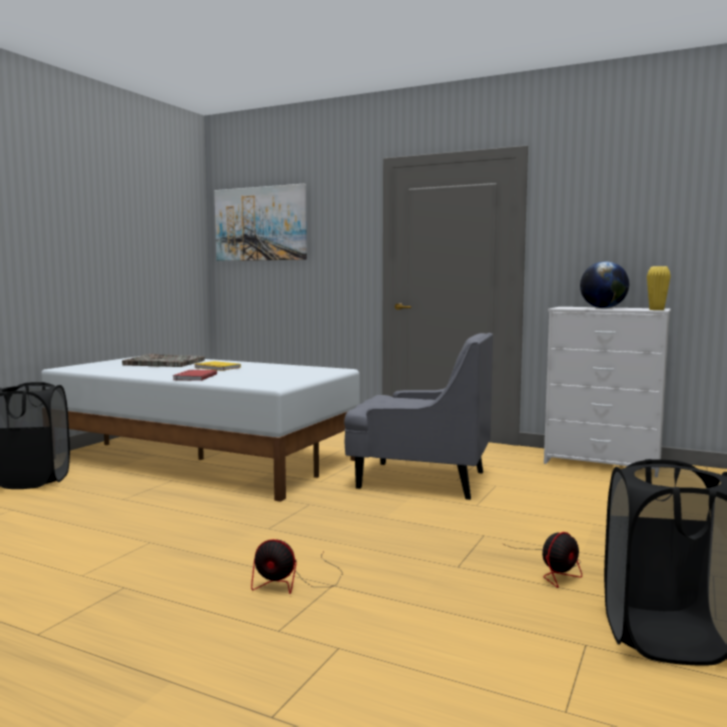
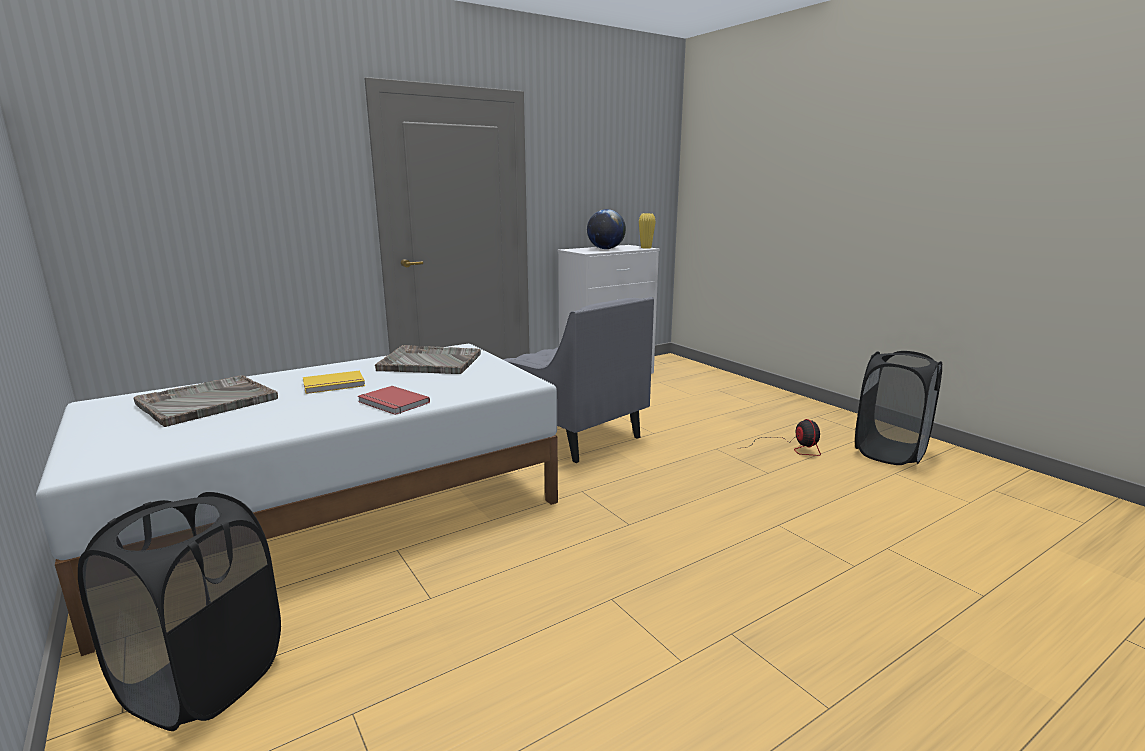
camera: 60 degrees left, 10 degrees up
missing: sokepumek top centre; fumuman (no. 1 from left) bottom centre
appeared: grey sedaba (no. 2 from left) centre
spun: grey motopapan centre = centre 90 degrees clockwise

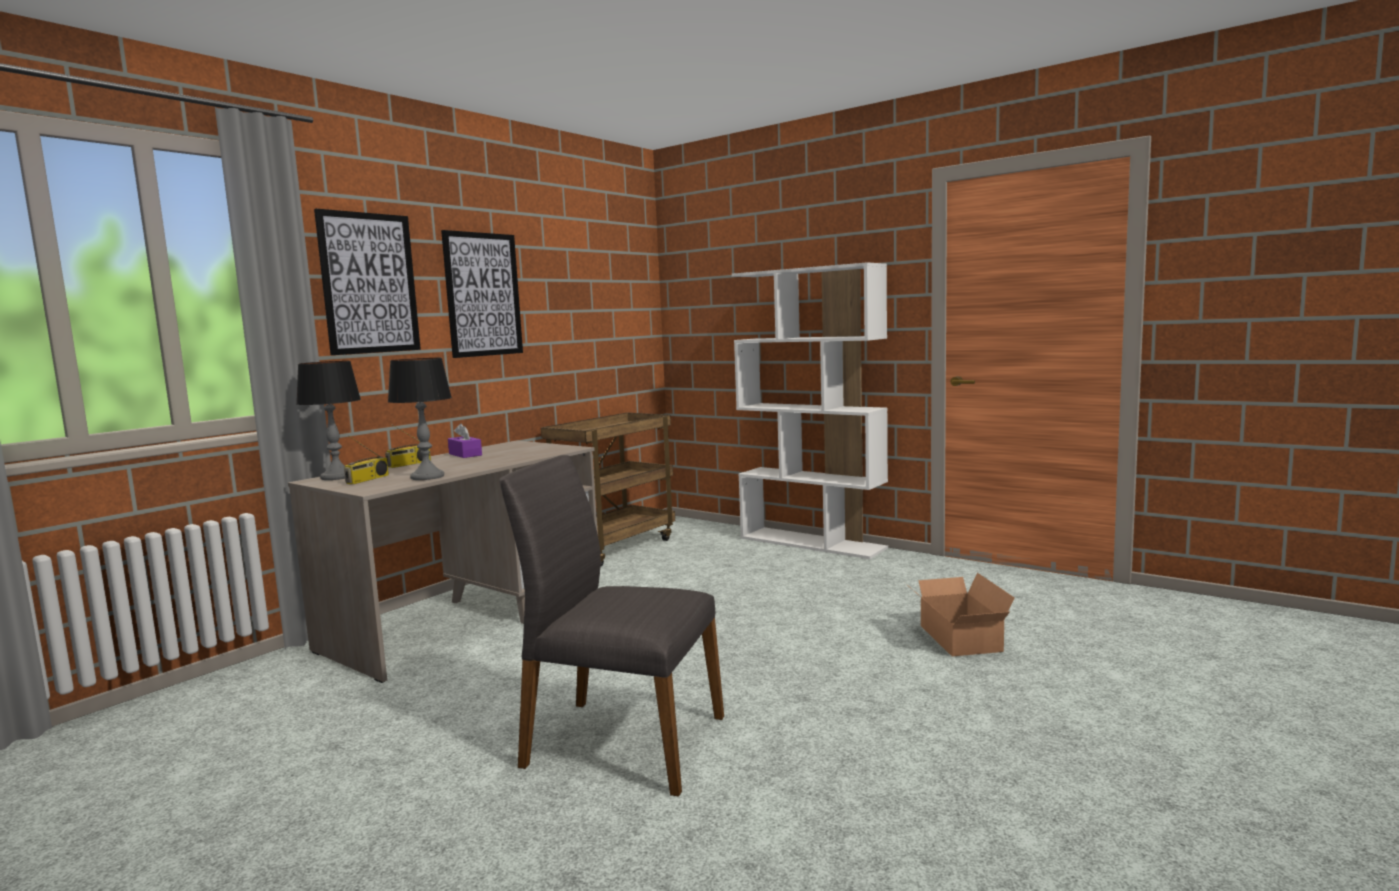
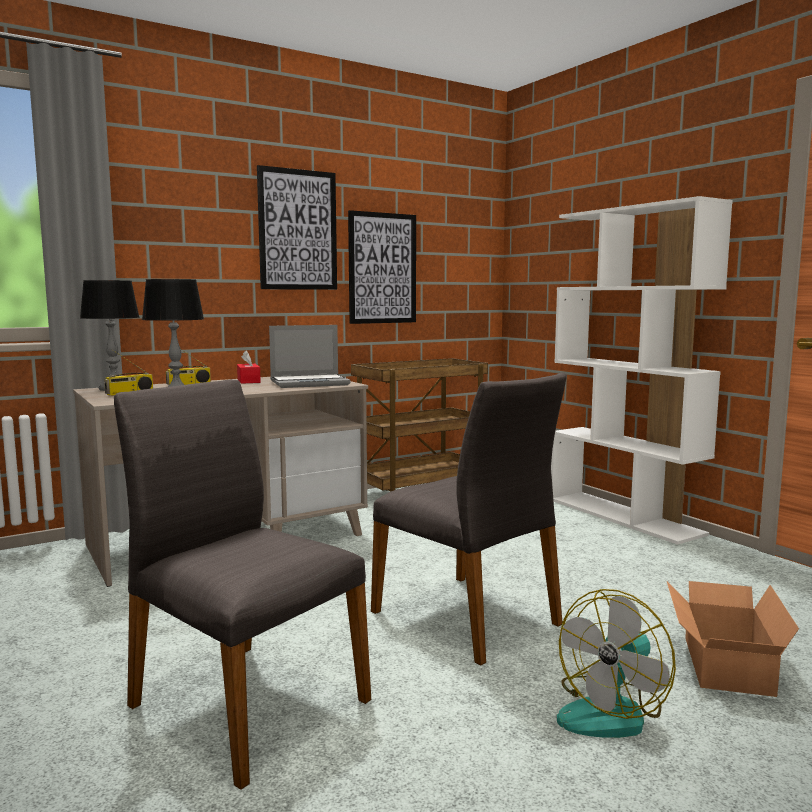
camera: 20 degrees right, 0 degrees up
appeared: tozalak centre; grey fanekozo (no. 2 from left) centre; fumuman bottom right
relocated: sokepumek (no. 1 from left in the first image) top left to sokepumek (no. 2 from left) top centre
colour: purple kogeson middle left to red kogeson middle left

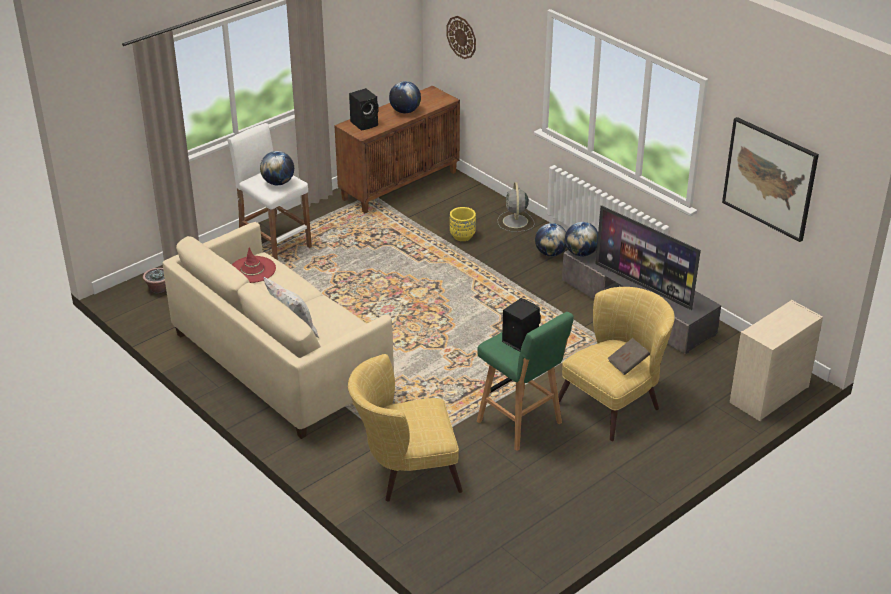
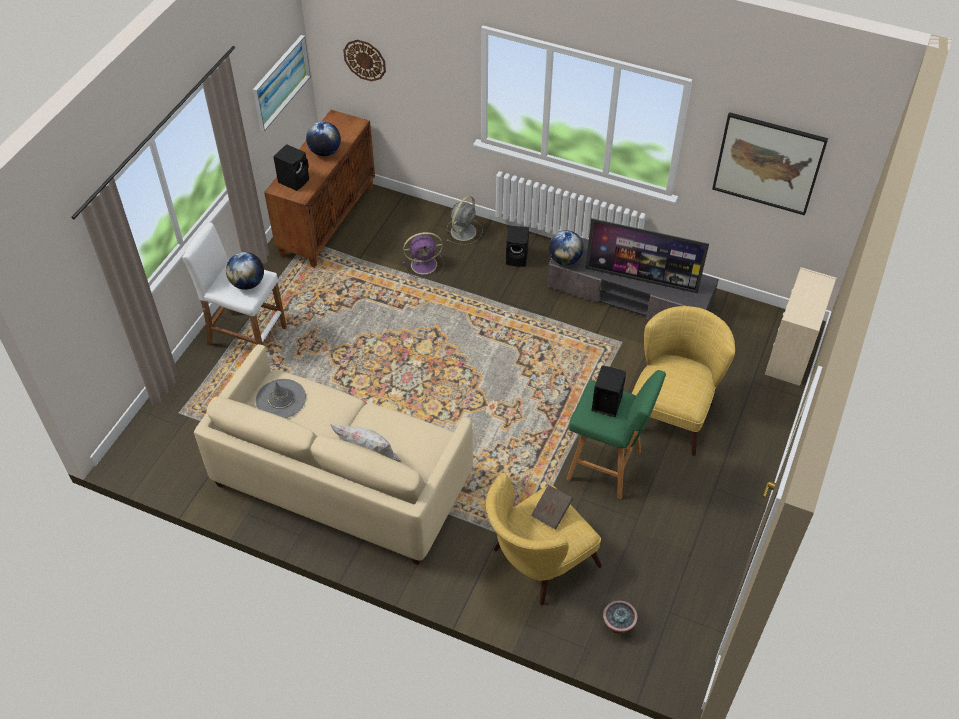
camera: 25 degrees left, 15 degrees up
appeared: sokepumek (no. 1 from left) top left
relocated: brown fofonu middle right to bottom centre; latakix middle left to bottom centre
exchanged: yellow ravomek centre to purple fumuman centre; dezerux (no. 3 from left) centre to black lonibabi (no. 2 from left) centre
colour: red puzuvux middle left to grey puzuvux middle left
spun: grey fumuman centre = top centre 120 degrees counterclockwise

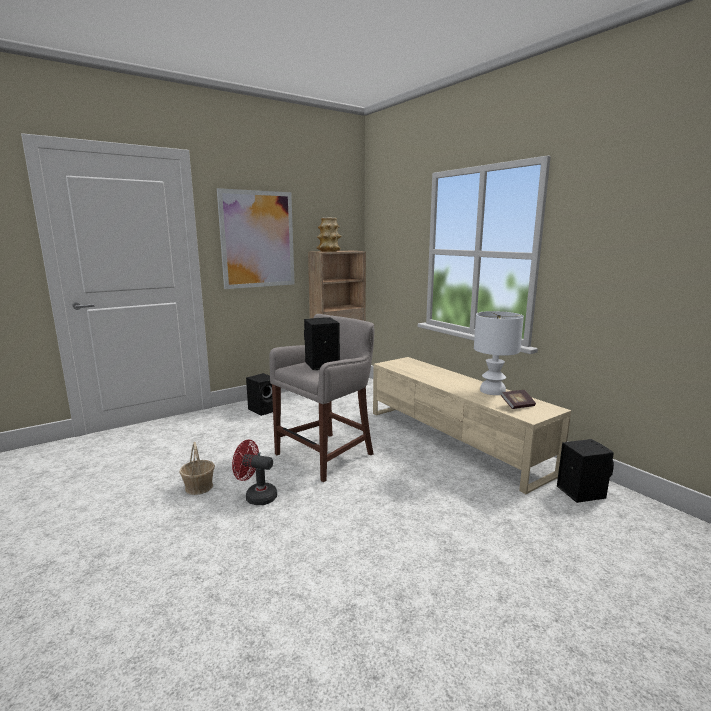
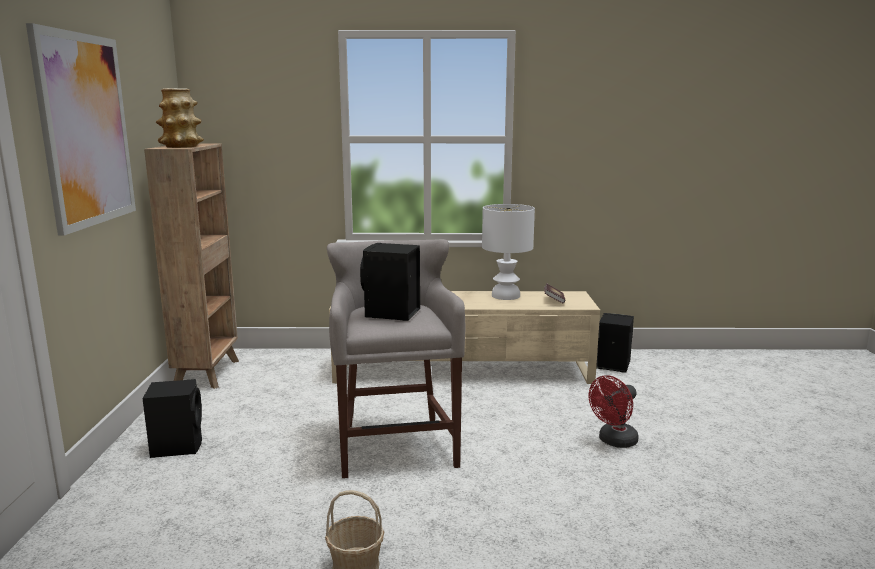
camera: 55 degrees left, 0 degrees up
relocated: red fumuman centre to bottom right

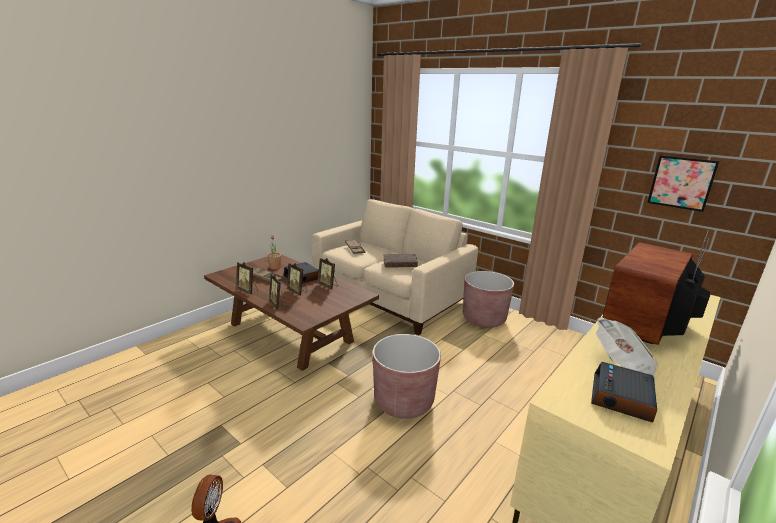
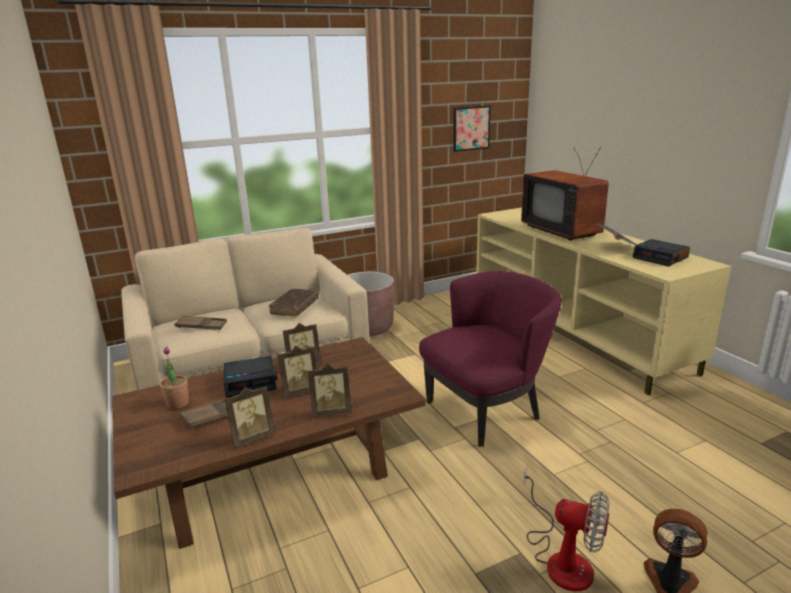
camera: 65 degrees left, 0 degrees up
appeared: fumuman (no. 1 from left) bottom right
exchanged: brown ravomek (no. 1 from left) bottom centre to purple motopapan centre

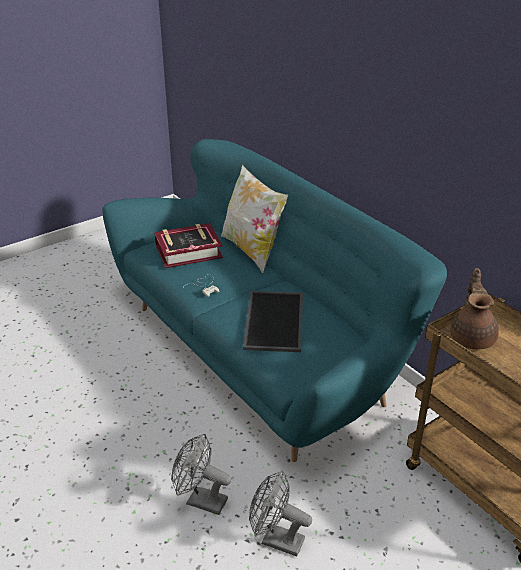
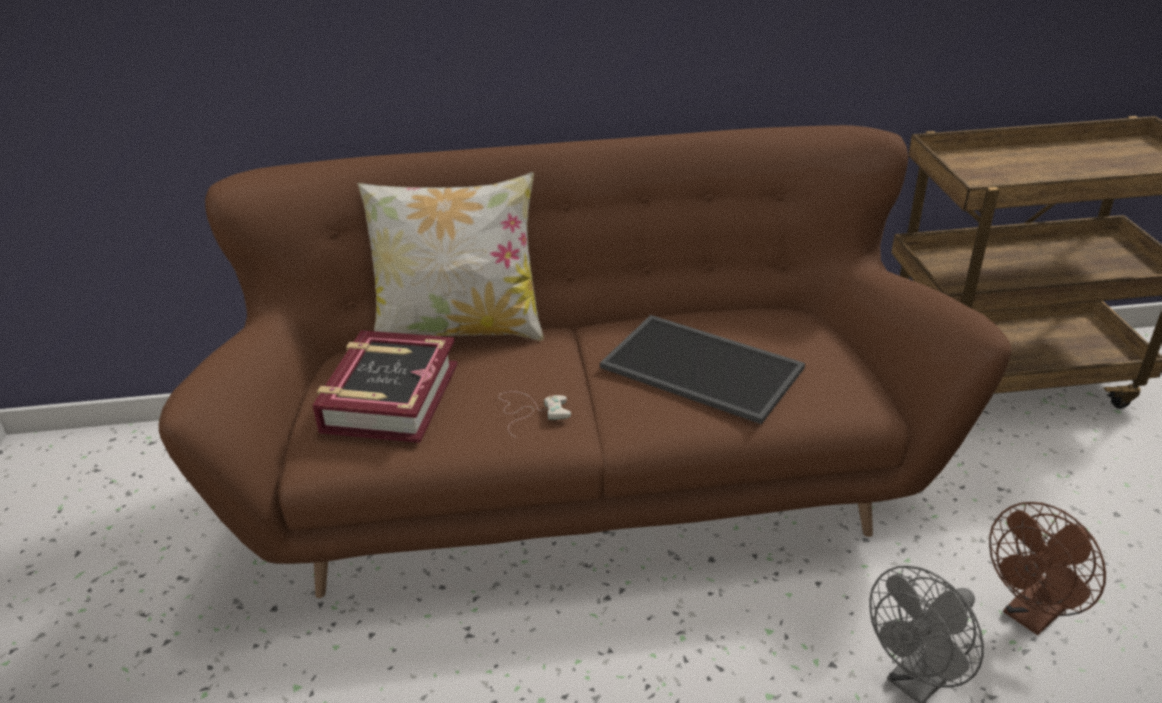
camera: 60 degrees left, 0 degrees up
missing: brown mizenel middle right
colour: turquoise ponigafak centre to brown ponigafak centre; grey fumuman (no. 2 from left) bottom centre to brown fumuman bottom right

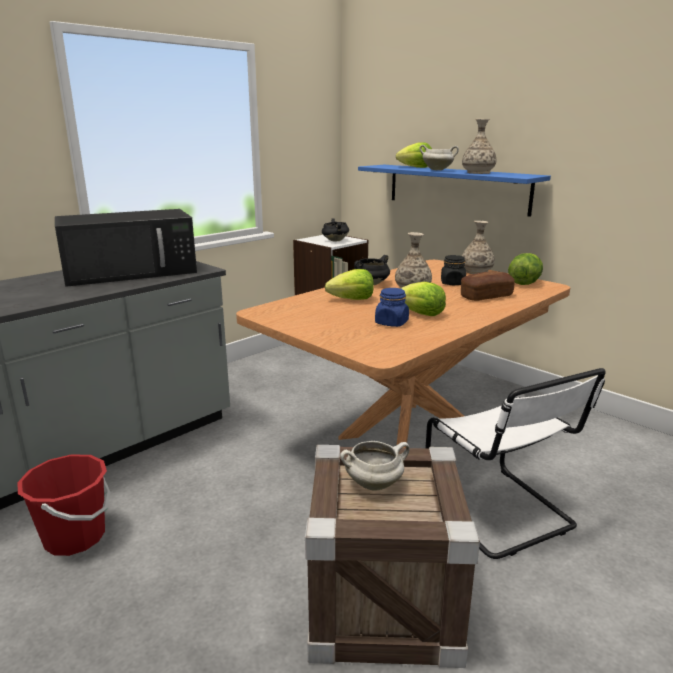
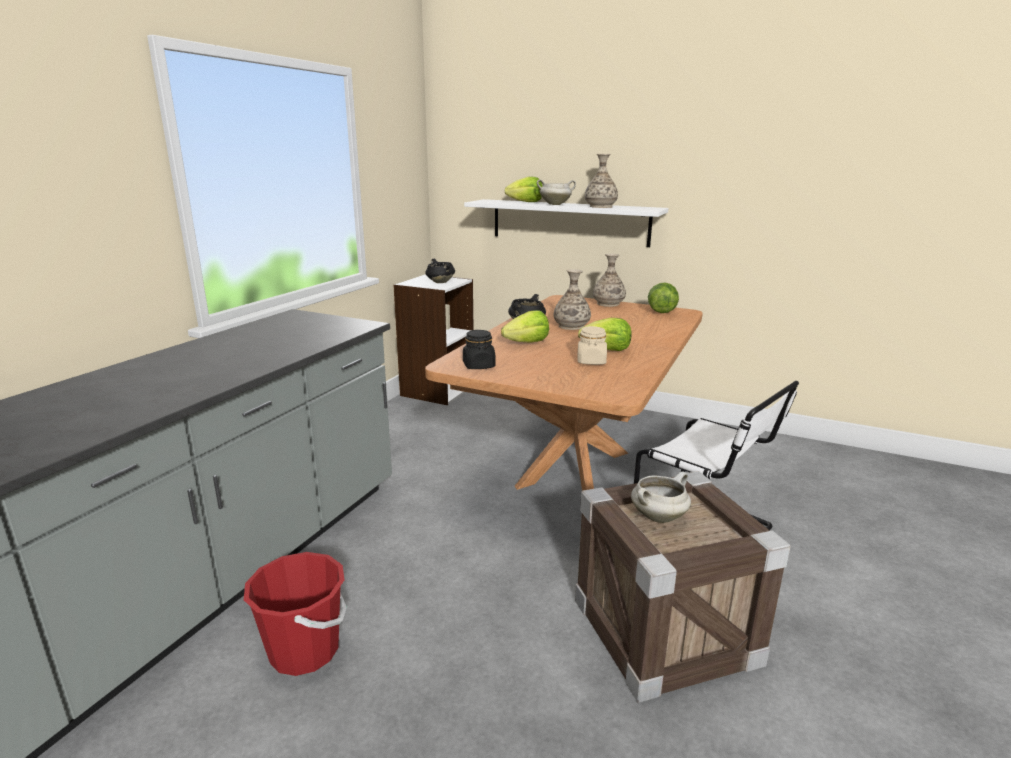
camera: 20 degrees left, 0 degrees up
missing: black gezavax middle left; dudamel middle right
relocated: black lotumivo middle right to centre
colour: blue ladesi top right to white ladesi top centre; blue lotumivo centre to beige lotumivo centre

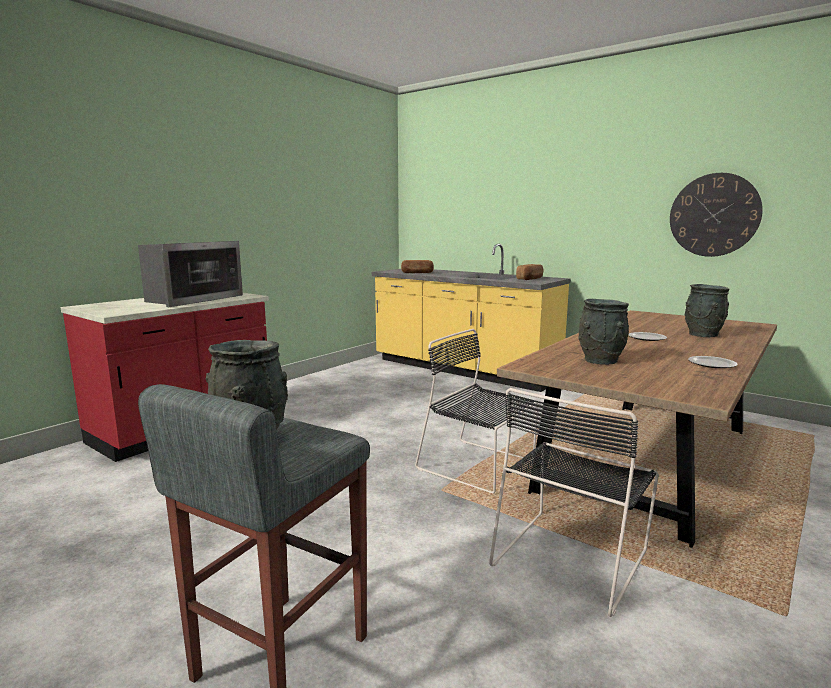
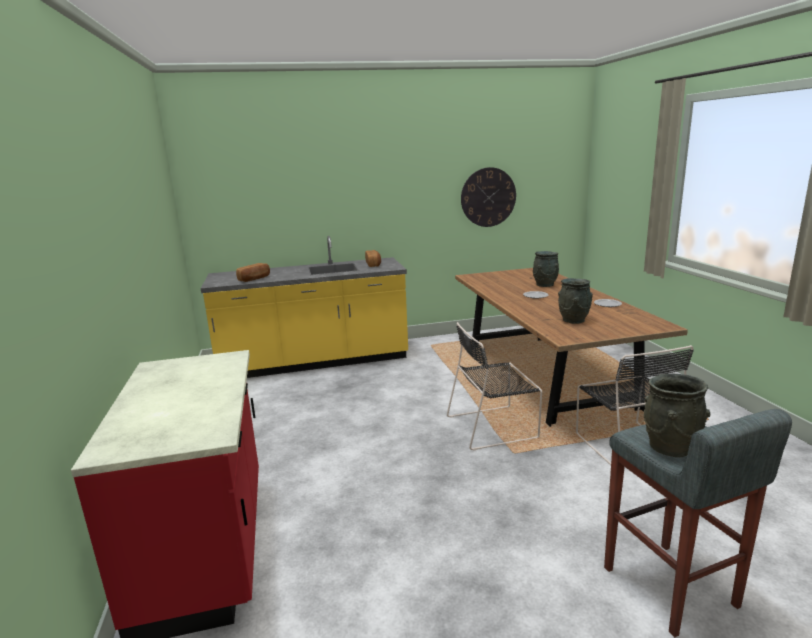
camera: 50 degrees left, 5 degrees up
missing: gezavax middle left

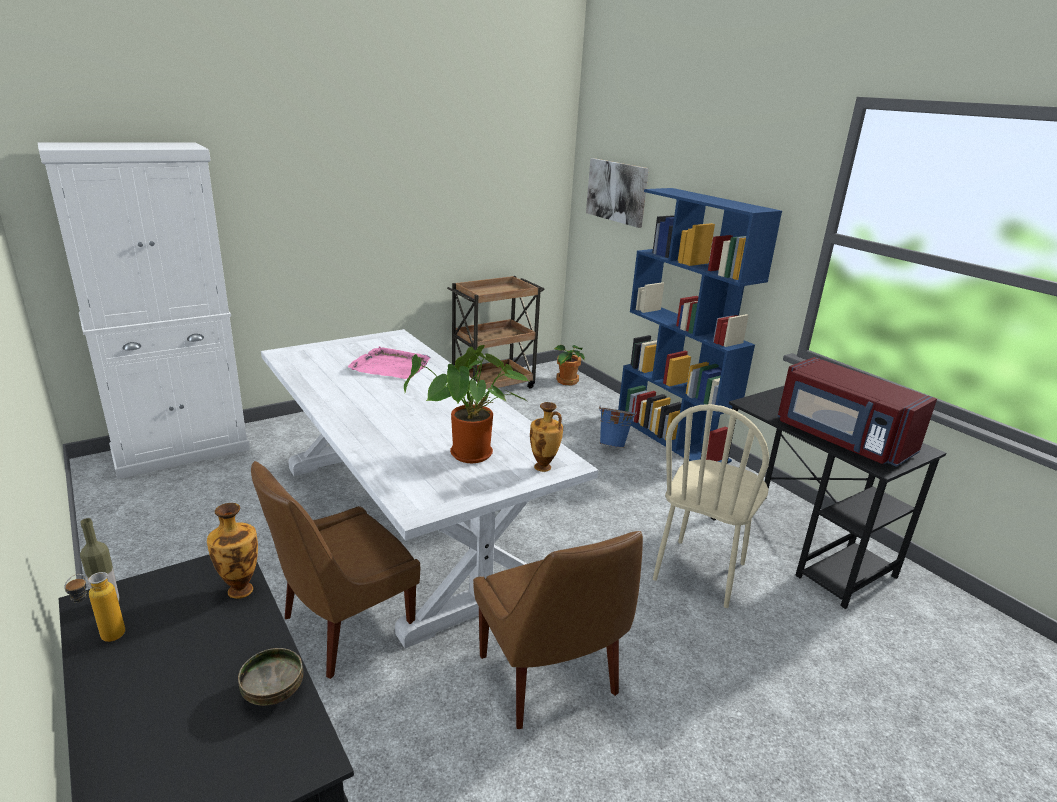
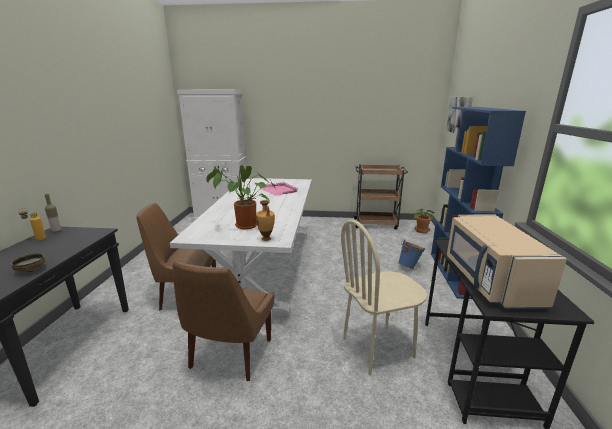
camera: 40 degrees right, 5 degrees down
missing: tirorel (no. 1 from left) bottom left
colour: red gezavax middle right to beige gezavax middle right

